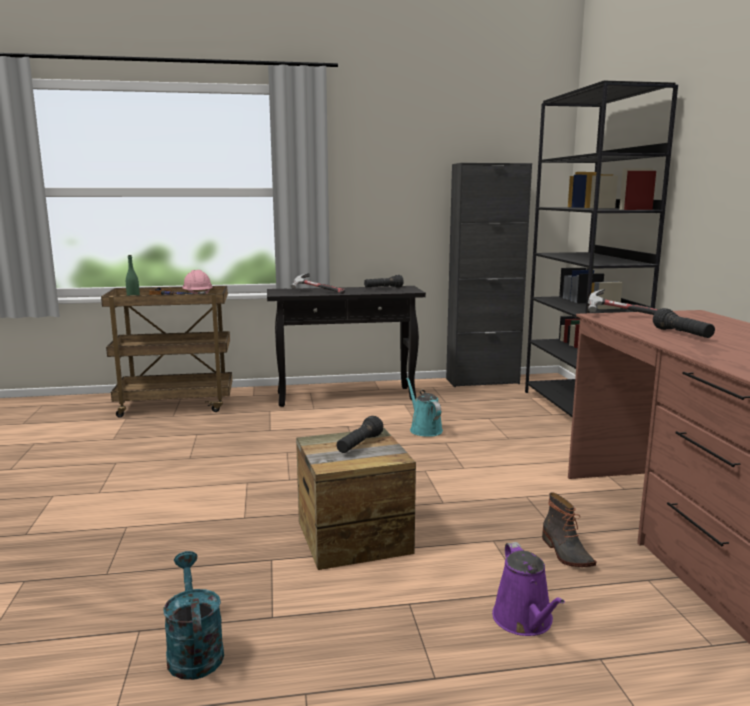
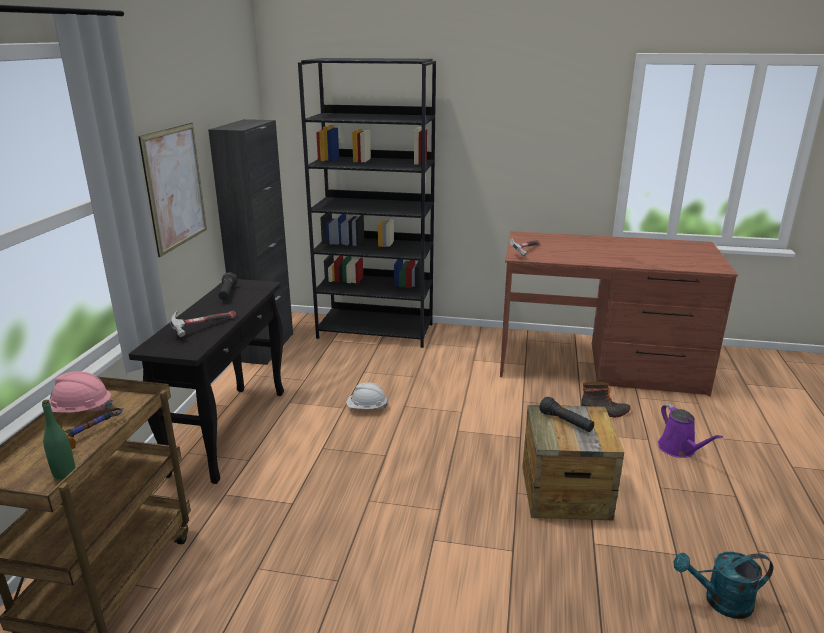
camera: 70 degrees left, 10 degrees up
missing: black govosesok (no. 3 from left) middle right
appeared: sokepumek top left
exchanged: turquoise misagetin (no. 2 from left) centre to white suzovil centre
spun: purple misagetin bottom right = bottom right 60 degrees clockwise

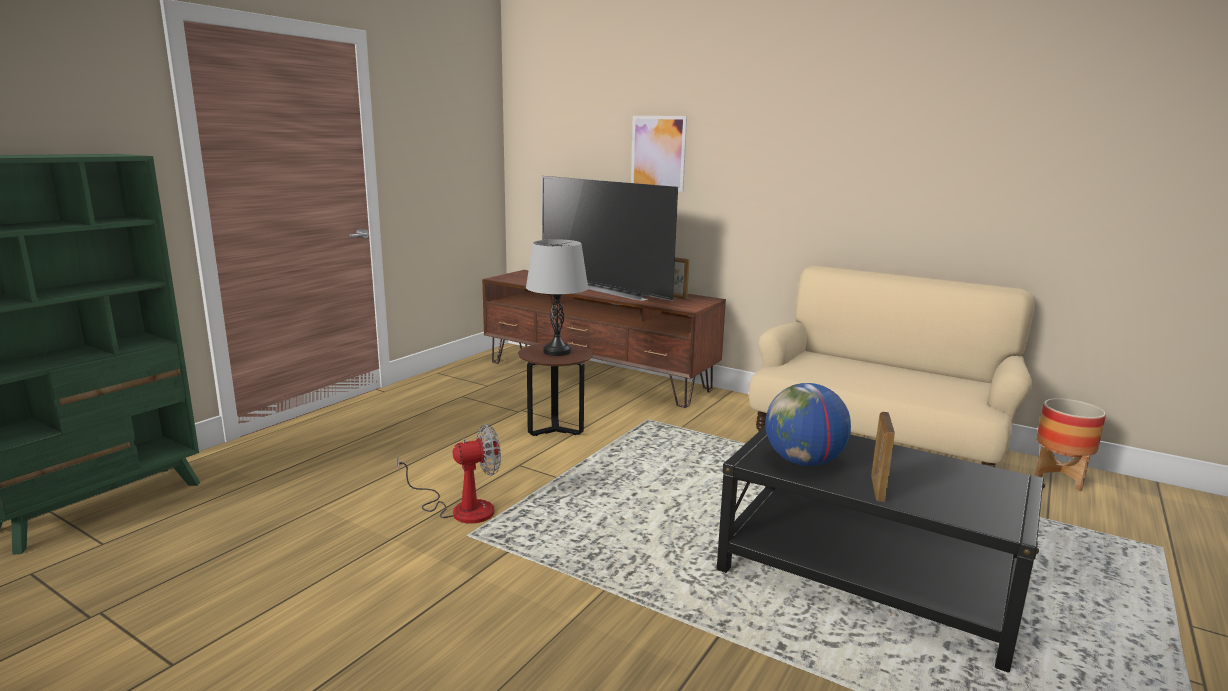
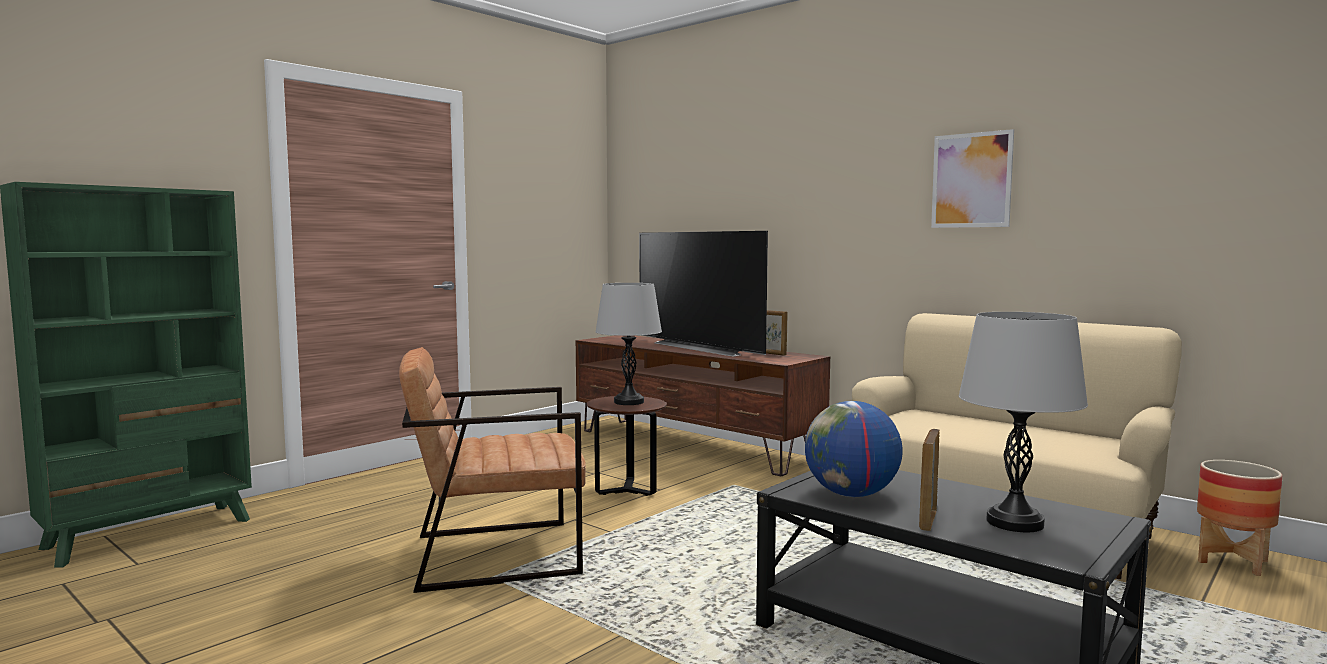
camera: 10 degrees right, 10 degrees down
appeared: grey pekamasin (no. 2 from left) middle right
relocated: sokepumek top centre to top right
exchanged: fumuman bottom centre to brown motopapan bottom centre

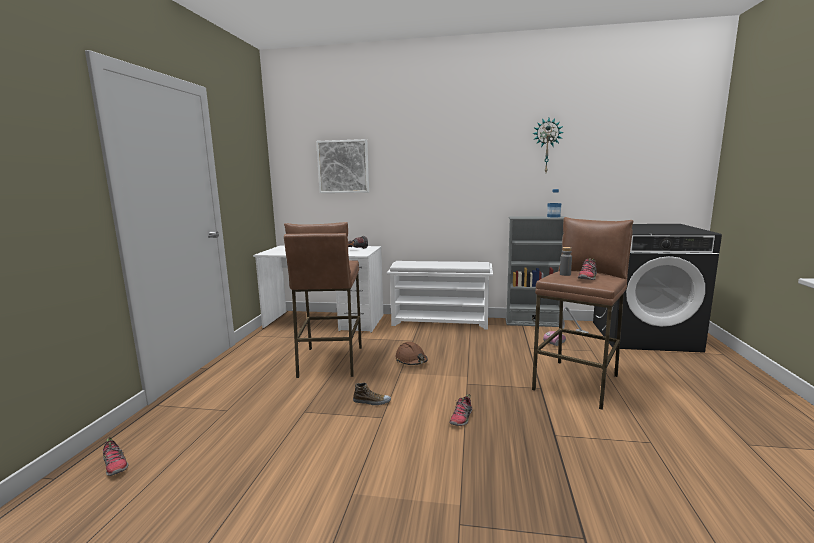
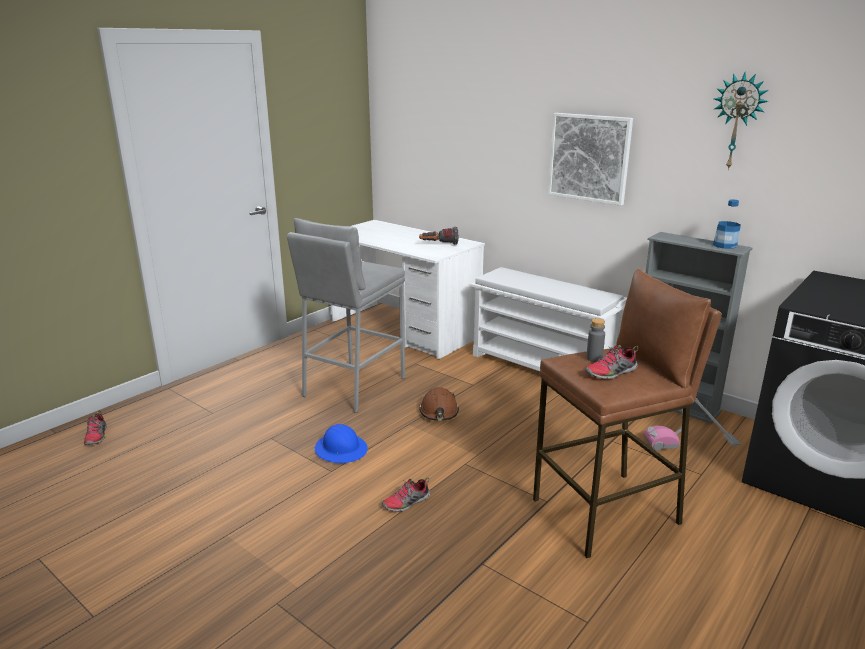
camera: 30 degrees right, 10 degrees up
relocated: sokepumek top centre to top right
exchanged: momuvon (no. 2 from left) bottom centre to blue suzovil bottom centre
colour: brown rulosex (no. 1 from left) centre to grey rulosex centre

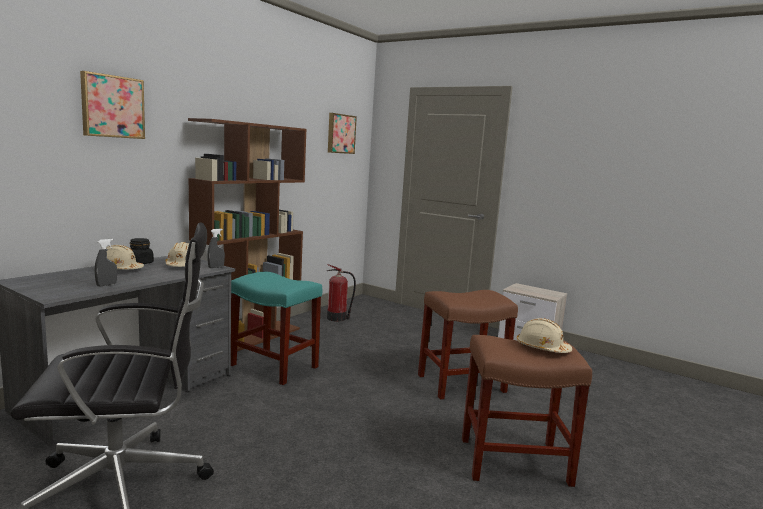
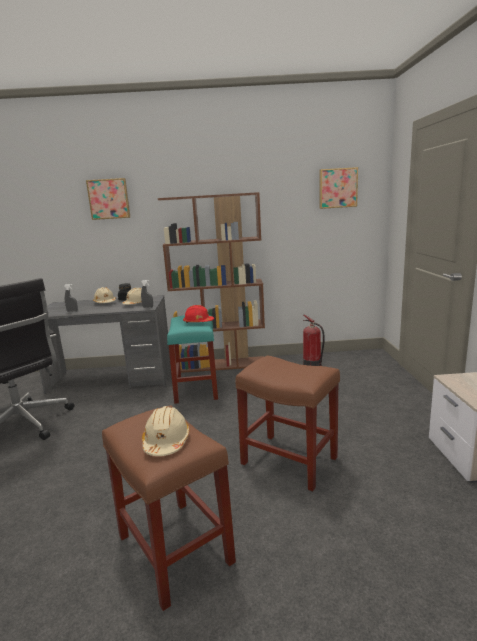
camera: 55 degrees right, 5 degrees up
appeared: red suzovil centre

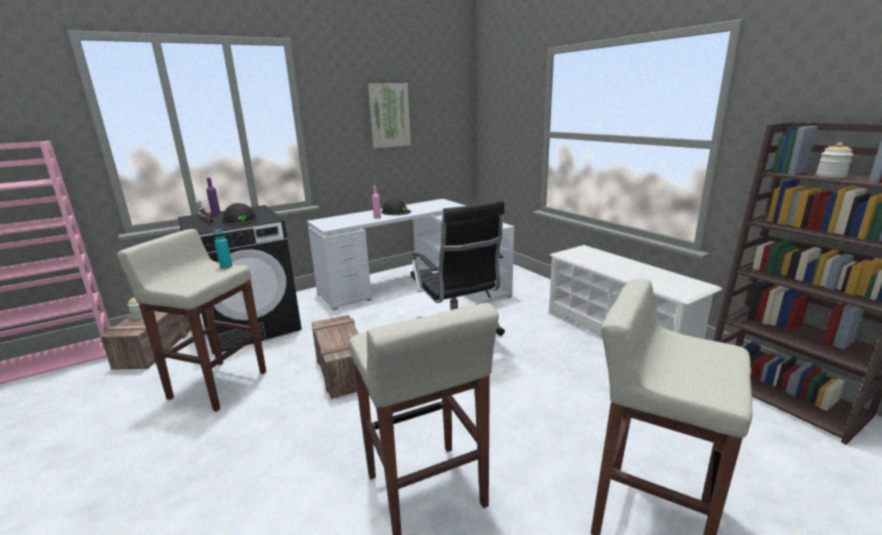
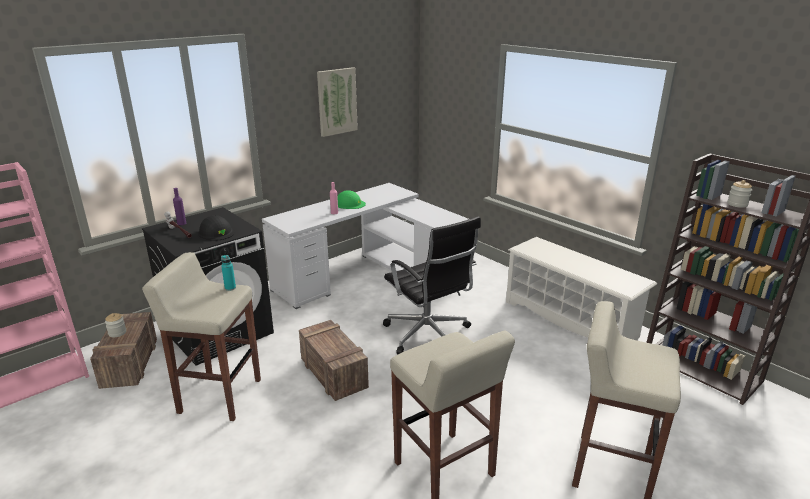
camera: 10 degrees left, 5 degrees up
colour: black suzovil (no. 2 from left) centre to green suzovil centre

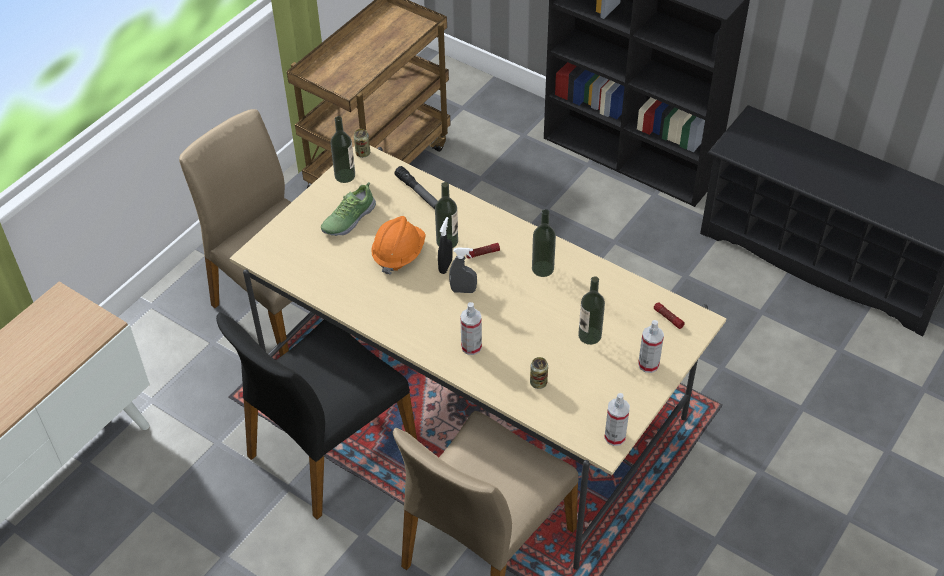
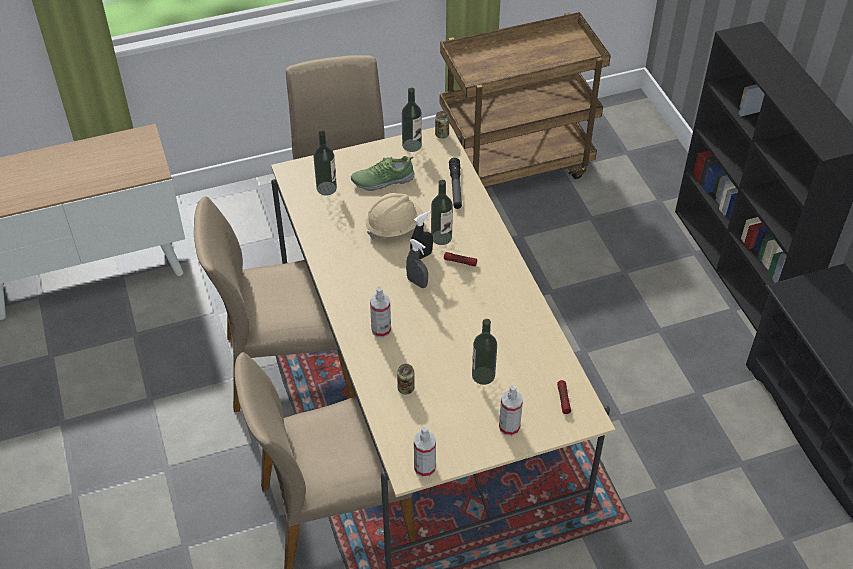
camera: 35 degrees right, 0 degrees up
relocated: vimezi (no. 3 from left in the first image) centre to vimezi (no. 1 from left) top centre
colour: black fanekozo bottom centre to beige fanekozo (no. 1 from left) middle left; orange suzovil centre to beige suzovil centre

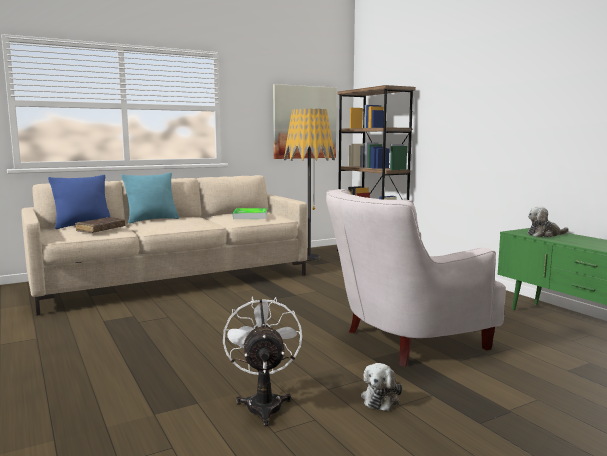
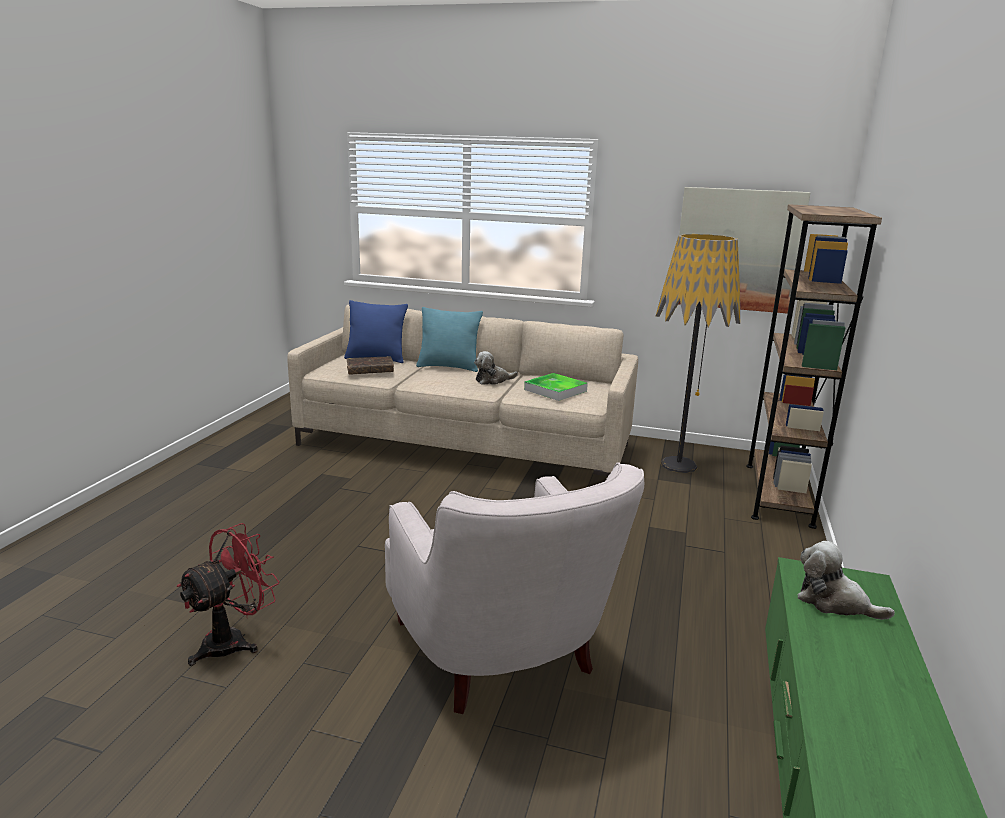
camera: 45 degrees right, 10 degrees up
relocated: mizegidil (no. 1 from left) bottom centre to centre
colour: white fumuman bottom centre to red fumuman bottom left
spun: white motopapan middle right = bottom centre 135 degrees counterclockwise

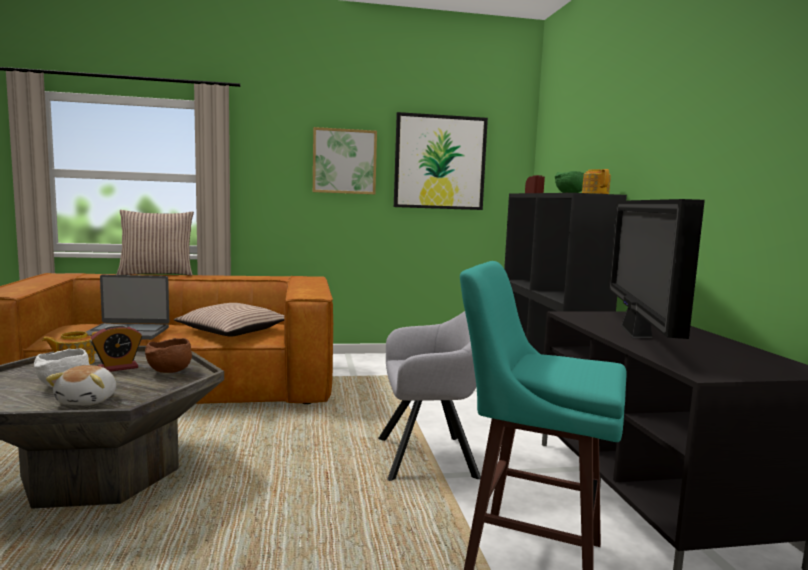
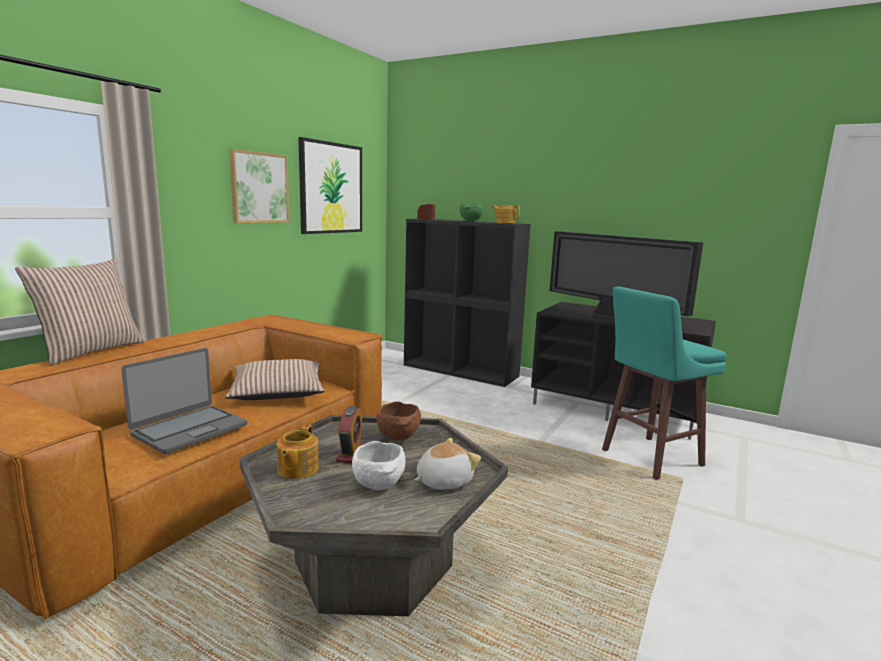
camera: 50 degrees left, 5 degrees up
missing: grey motopapan bottom centre
spun: mizegidil bottom left = bottom centre 75 degrees counterclockwise

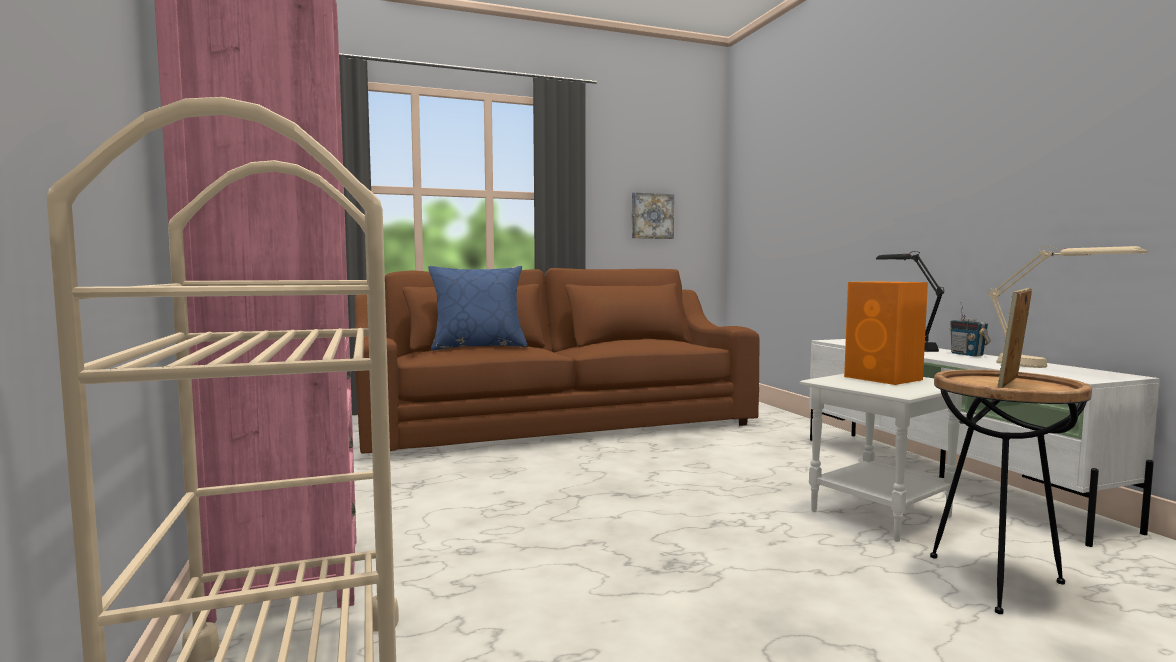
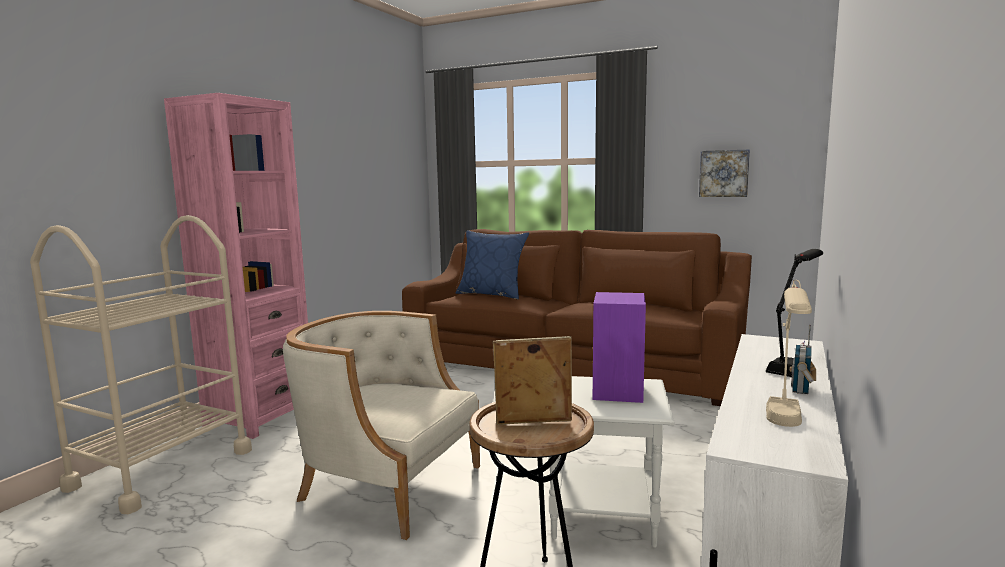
camera: 45 degrees right, 5 degrees up
appeared: beige motopapan bottom centre
colour: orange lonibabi middle right to purple lonibabi centre

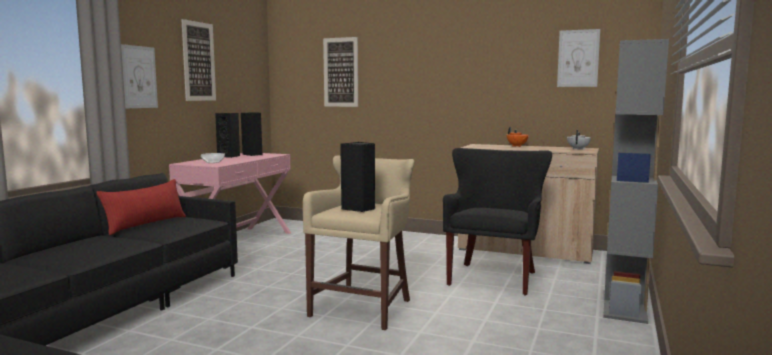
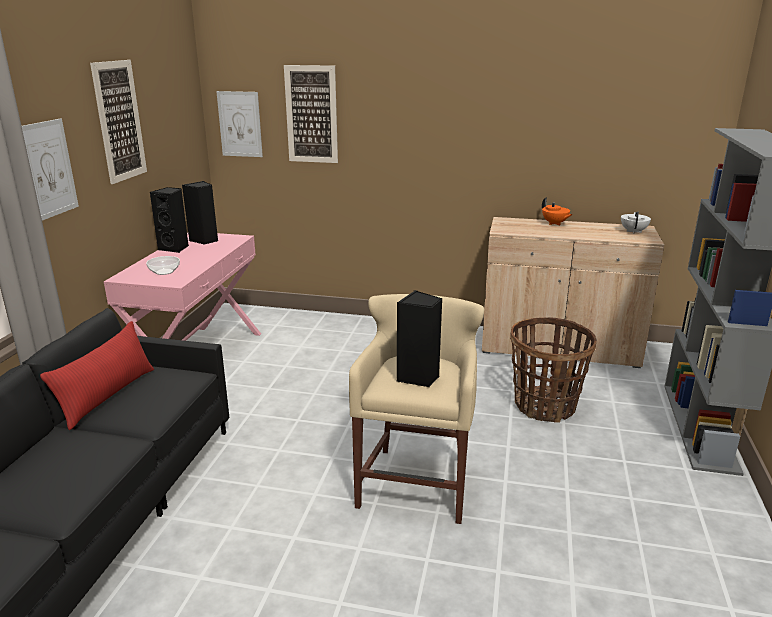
camera: 10 degrees left, 15 degrees up
relocated: sokepumek (no. 4 from left in the first image) top right to sokepumek (no. 3 from left) top left
exchanged: black motopapan centre to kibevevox middle right

